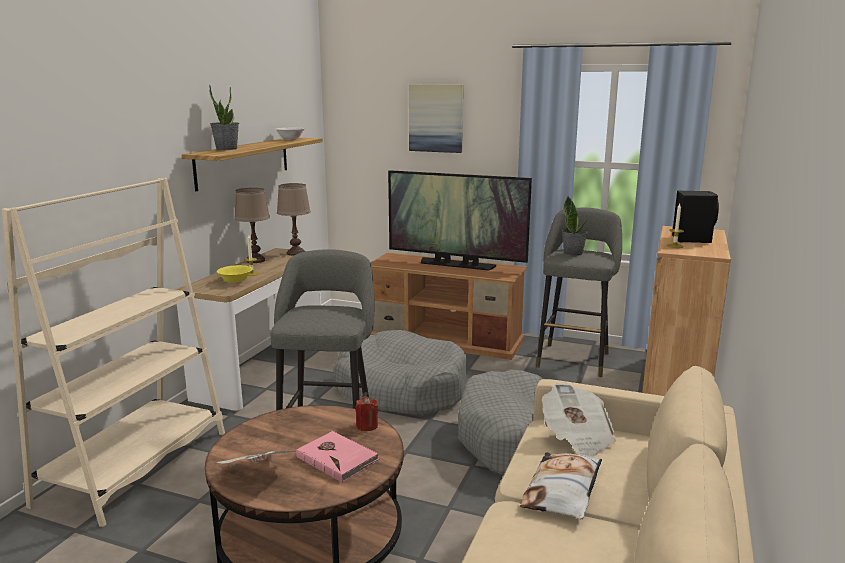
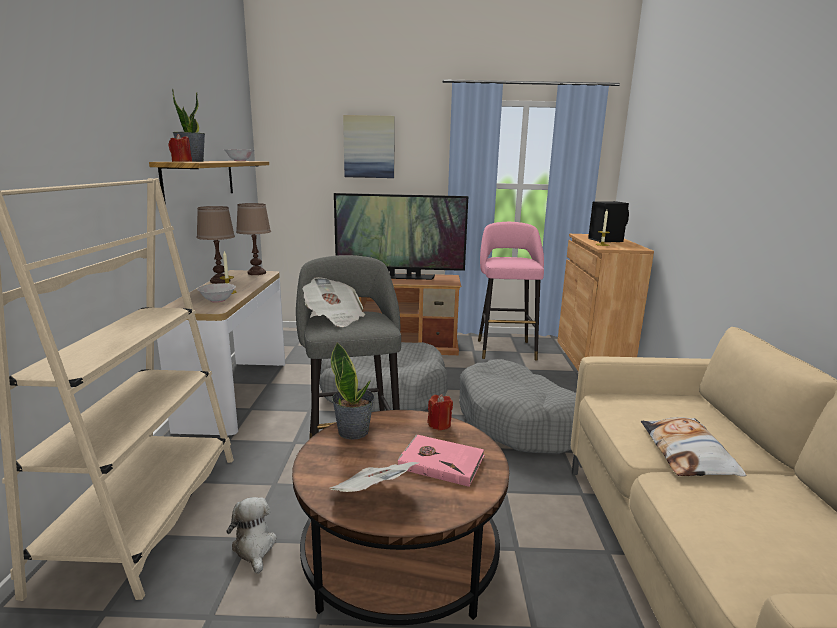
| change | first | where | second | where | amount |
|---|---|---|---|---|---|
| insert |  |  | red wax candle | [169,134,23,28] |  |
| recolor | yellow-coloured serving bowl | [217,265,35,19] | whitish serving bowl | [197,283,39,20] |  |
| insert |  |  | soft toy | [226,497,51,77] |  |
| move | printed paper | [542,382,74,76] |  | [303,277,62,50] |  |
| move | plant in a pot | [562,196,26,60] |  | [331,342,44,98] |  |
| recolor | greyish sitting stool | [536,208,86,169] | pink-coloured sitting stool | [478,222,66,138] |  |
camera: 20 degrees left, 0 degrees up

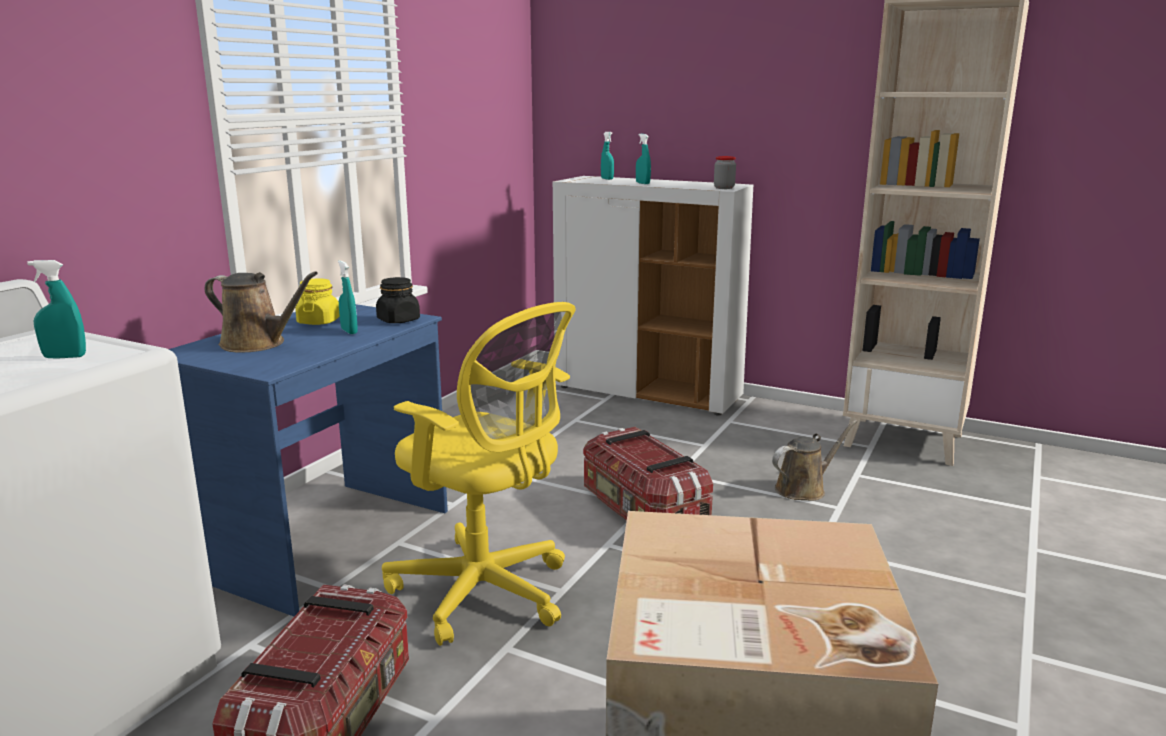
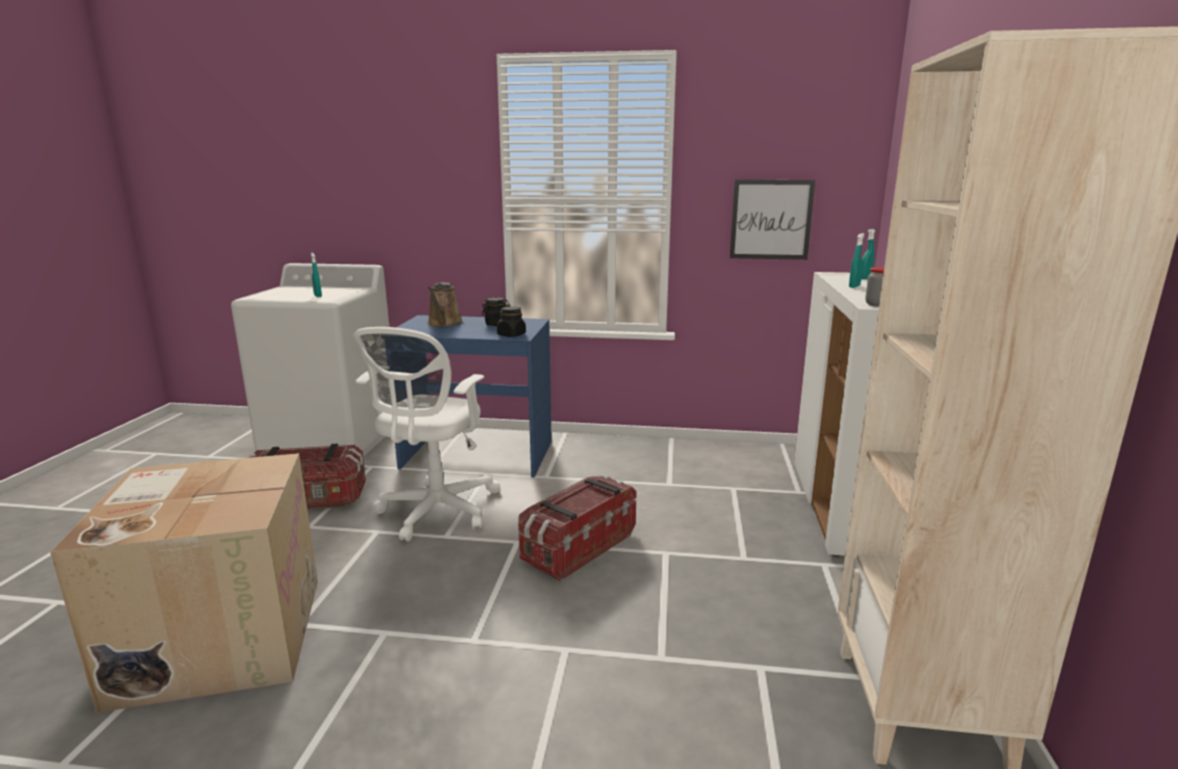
| change | first | where | second | where | amount |
|---|---|---|---|---|---|
| recolor | yellow-coloured computer chair | [382,302,194,344] | whitish computer chair | [353,327,148,214] |  |
| recolor | yellow-coloured preserve jar | [295,278,45,47] | blackish preserve jar | [482,297,28,29] |  |
| insert |  |  | wall art | [730,180,85,80] |  |
| delete | turquoise hand sprayer | [338,261,20,73] |  |  |  |
| delete | brown watering pot | [772,420,86,81] |  |  |  |
camera: 70 degrees right, 0 degrees up

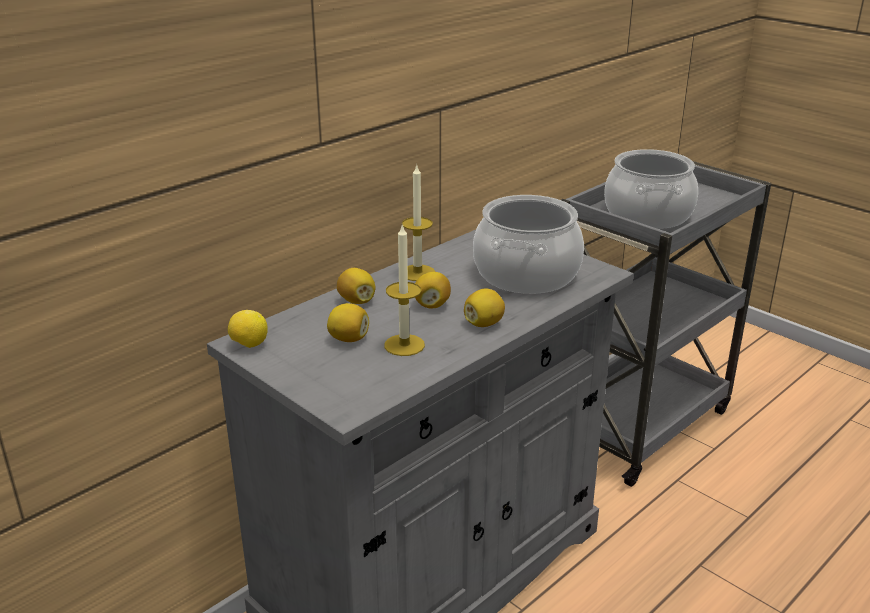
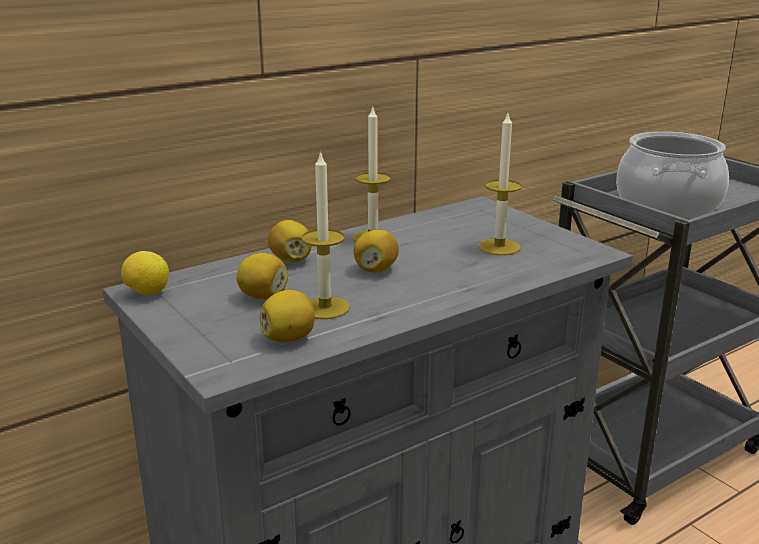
| change | first | where | second | where | amount |
|---|---|---|---|---|---|
| move | lemon | [464,288,41,39] |  | [260,290,55,52] |  |
| replace | stockpot | [473,195,111,99] | wax candle | [478,113,44,142] |  |
camera: 10 degrees right, 5 degrees down

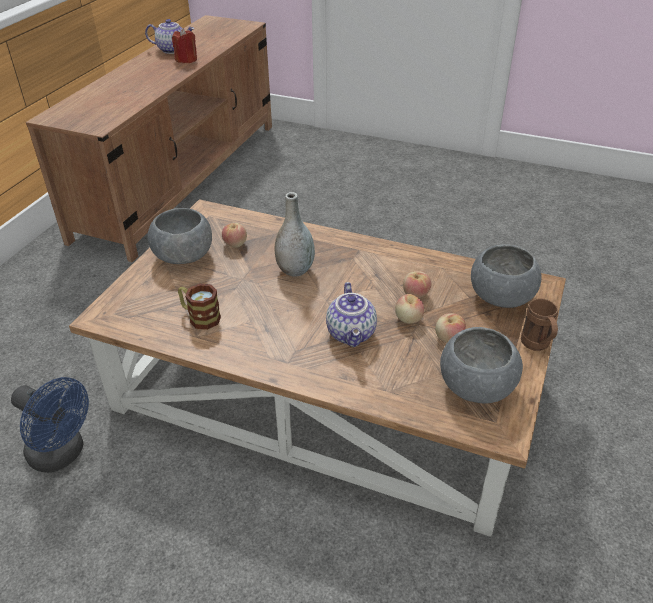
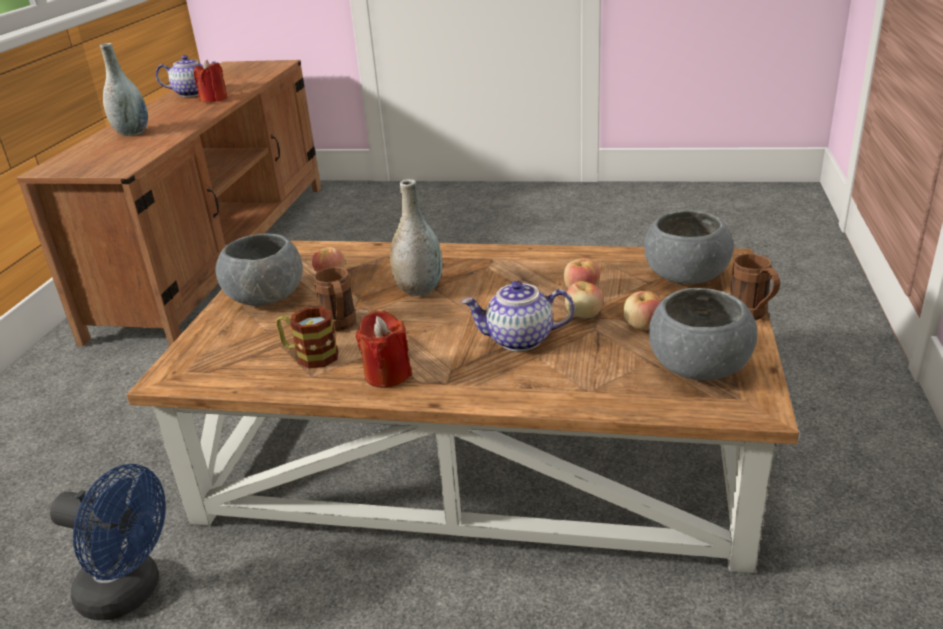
| change | first | where | second | where | amount |
|---|---|---|---|---|---|
| insert |  |  | greyish vase | [100,43,48,93] |  |
| insert |  |  | brown mug | [314,267,42,64] |  |
| insert |  |  | red wax candle | [356,310,56,78] |  |
| rotate | teapot | [326,282,51,65] |  | [461,281,113,70] | 105 degrees clockwise |
camera: 10 degrees left, 10 degrees down

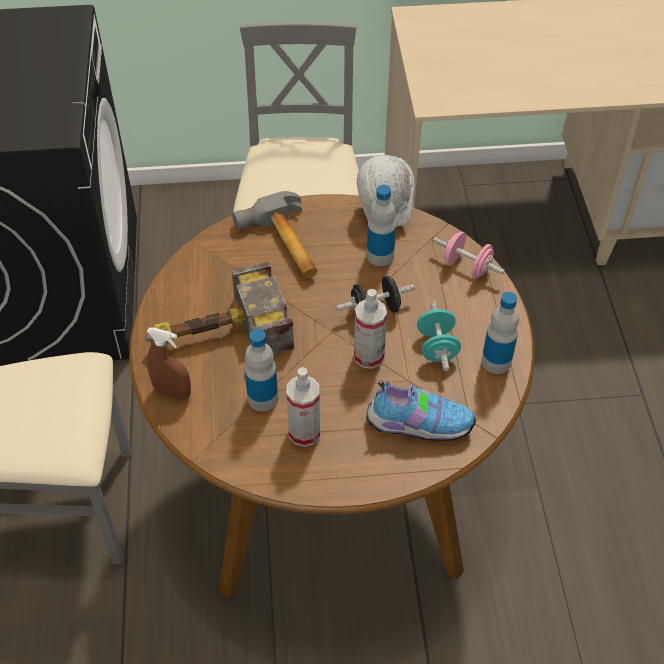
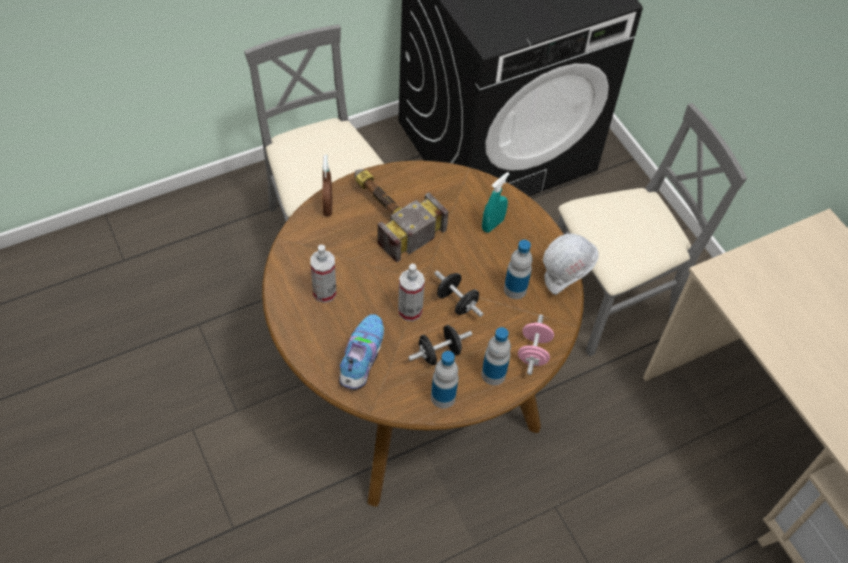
| change | first | where | second | where | amount |
|---|---|---|---|---|---|
| rotate | low shoe | [366,380,110,61] |  | [339,314,45,76] | 150 degrees counterclockwise |
| recolor | turquoise hand weight | [417,302,44,69] | blackish hand weight | [408,325,64,40] |  |
| move | drink bottle | [245,329,33,82] |  | [481,327,30,58] |  |
| replace | hammer | [232,191,86,87] | turquoise hand sprayer | [482,172,28,61] |  |
camera: 65 degrees right, 5 degrees up

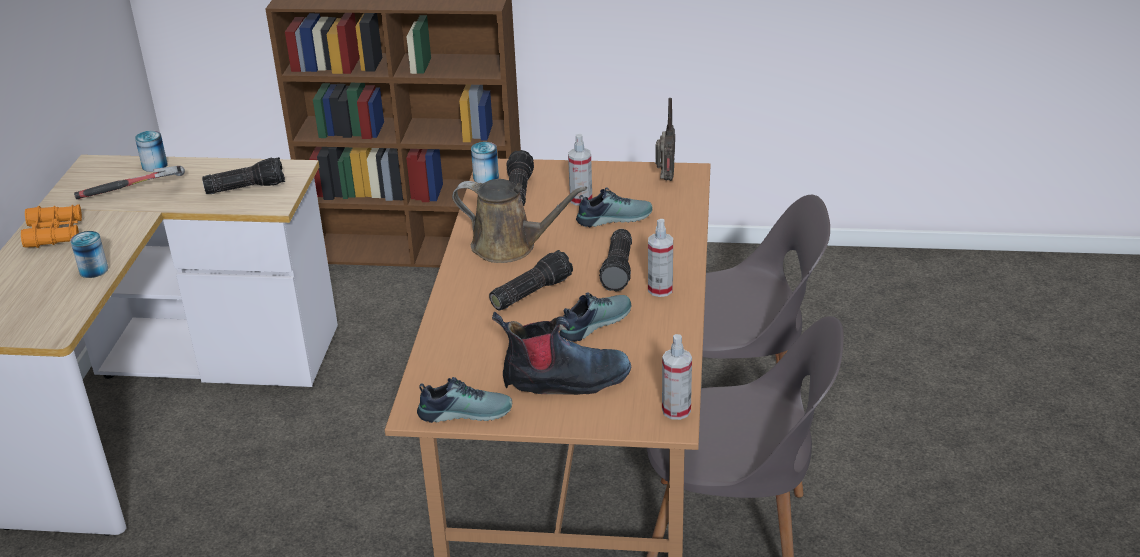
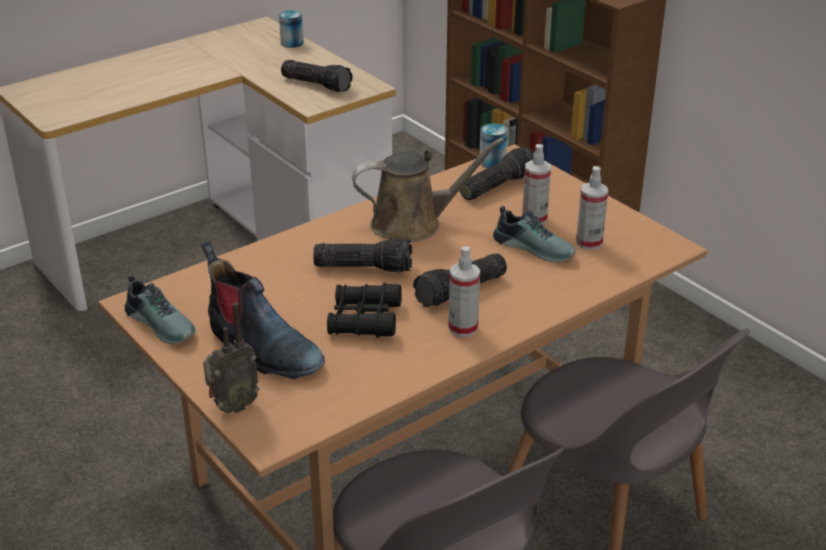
| change | first | where | second | where | amount |
|---|---|---|---|---|---|
| move | radio set | [656,98,19,83] |  | [203,302,56,111] |  |
| replace | low shoe | [559,292,72,50] | blackish binoculars | [327,283,75,55] |  |
| rotate | brown watering pot | [452,179,135,84] |  | [352,138,152,104] | 75 degrees counterclockwise |
| move | hand sprayer | [662,334,30,86] |  | [576,166,32,84] |  |
| delete | orange-coloured binoculars | [21,204,61,44] |  |  |  |
| delete | sealed can | [70,231,38,47] |  |  |  |
| delete | hammer | [74,166,111,33] |  |  |  |
camera: 45 degrees right, 0 degrees up

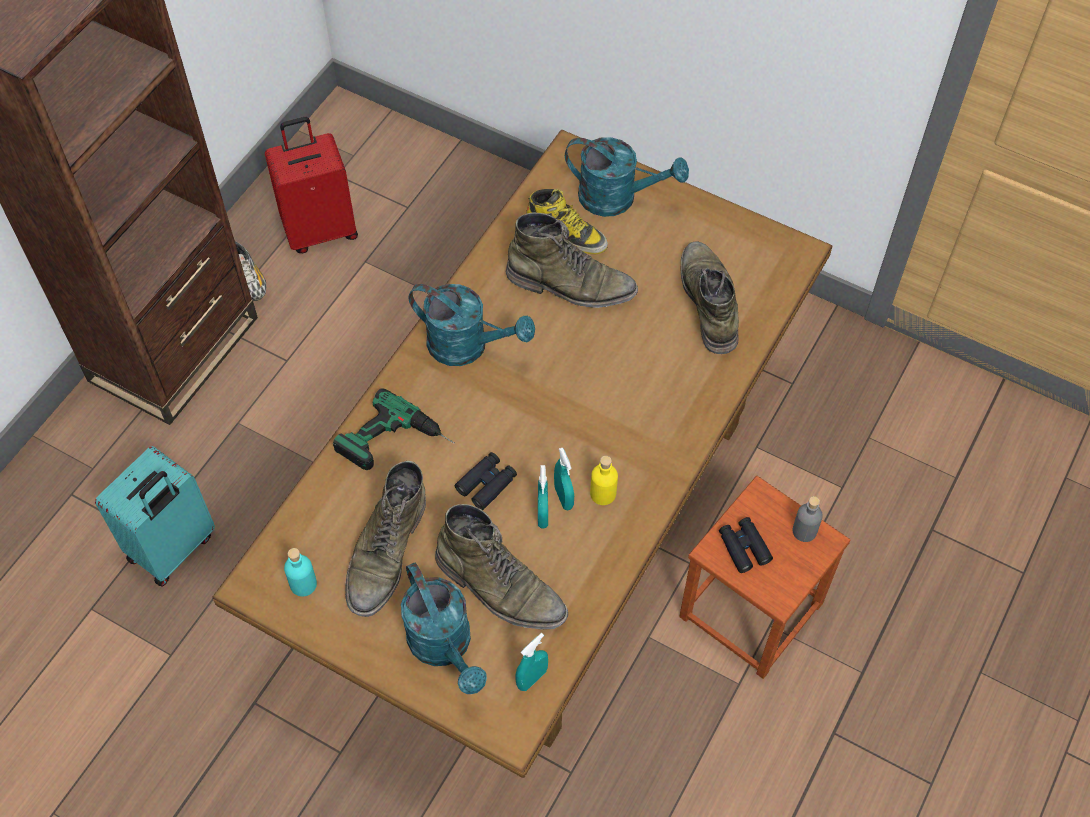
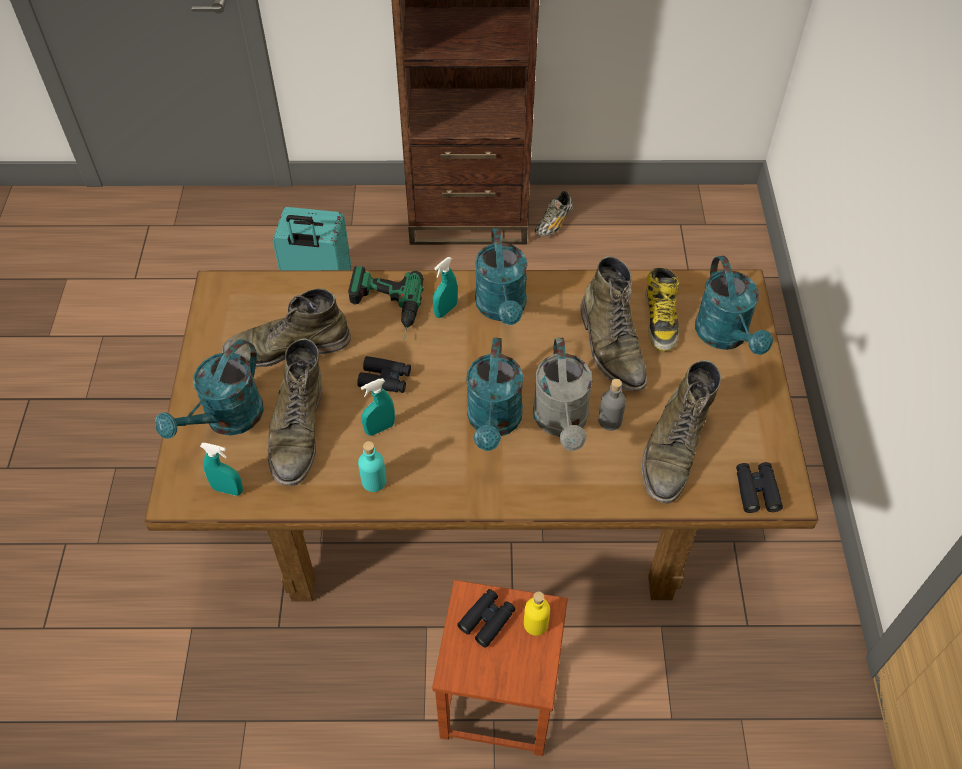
| change | first | where | second | where | amount |
|---|---|---|---|---|---|
| move | turquoise drink bottle | [284,548,33,49] |  | [358,441,28,51] |  |
| move | turquoise hand sprayer | [554,448,20,62] |  | [433,257,25,61] |  |
| insert |  |  | turquoise watering pot | [466,338,57,113] |  |
| move | yellow-coloured drink bottle | [590,456,28,49] |  | [524,591,26,45] |  |
| insert |  |  | greyish watering pot | [533,338,59,113] |  |
| move | greyish drink bottle | [793,496,30,46] |  | [598,379,28,52] |  |
| rotate | green-coloured high-top boot | [681,242,58,112] |  | [642,360,79,143] | 150 degrees clockwise |
| insert |  |  | blackish binoculars | [736,462,47,51] |  |
| delete | red travel case | [265,117,93,136] |  |  |  |
camera: 60 degrees right, 5 degrees down

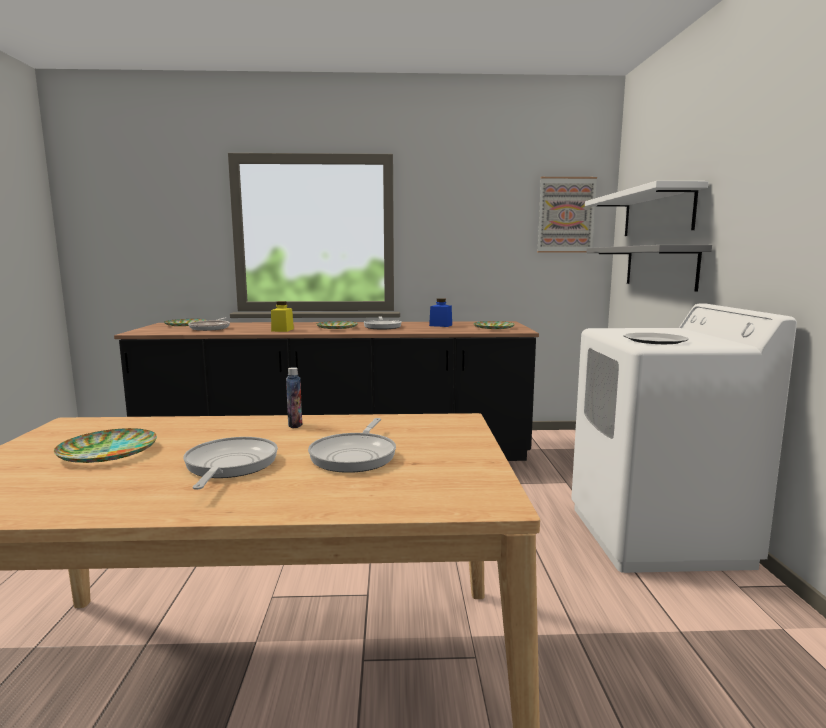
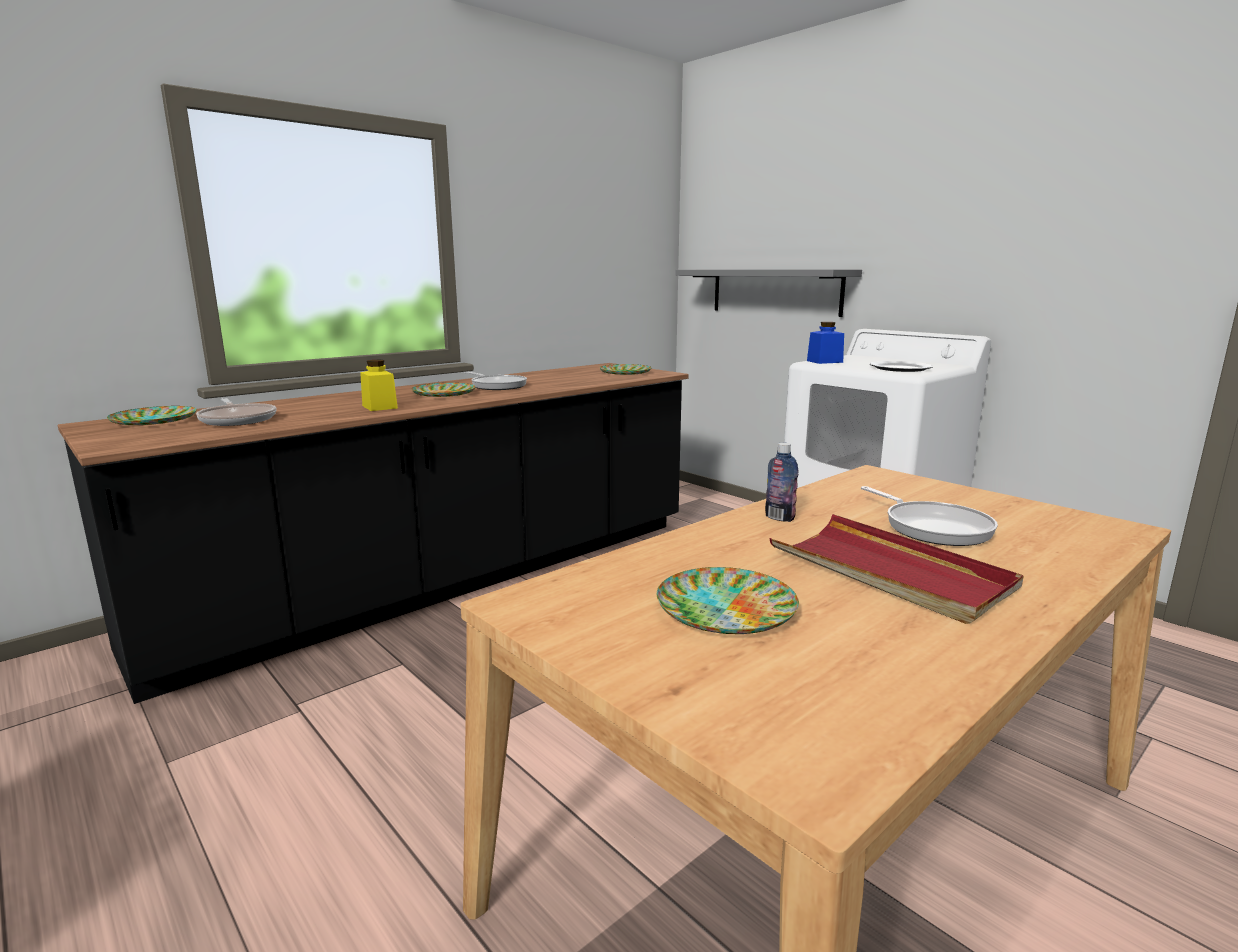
| change | first | where | second | where | amount |
|---|---|---|---|---|---|
| replace | frying pan | [183,437,95,53] | red carrying tray | [769,514,255,110] |  |
| move | blue preserve jar | [429,298,23,29] |  | [807,322,37,42] |  |
| delete | wall art | [537,177,60,76] |  |  |  |
| delete | whitish wall shelf | [585,181,124,55] |  |  |  |
camera: 40 degrees left, 5 degrees up

